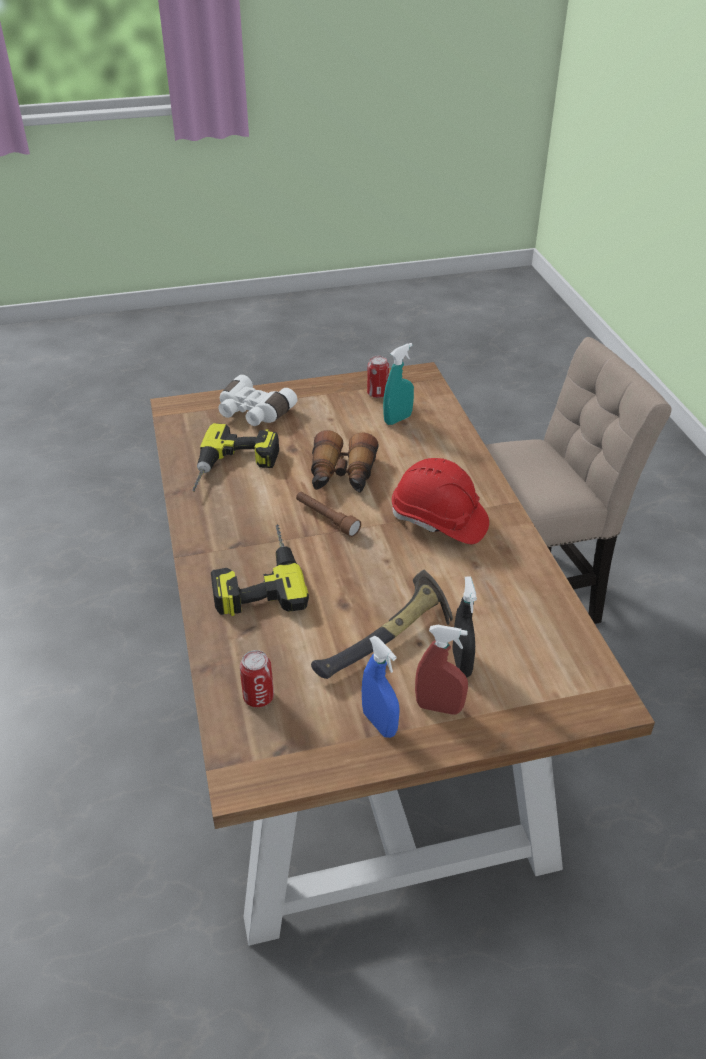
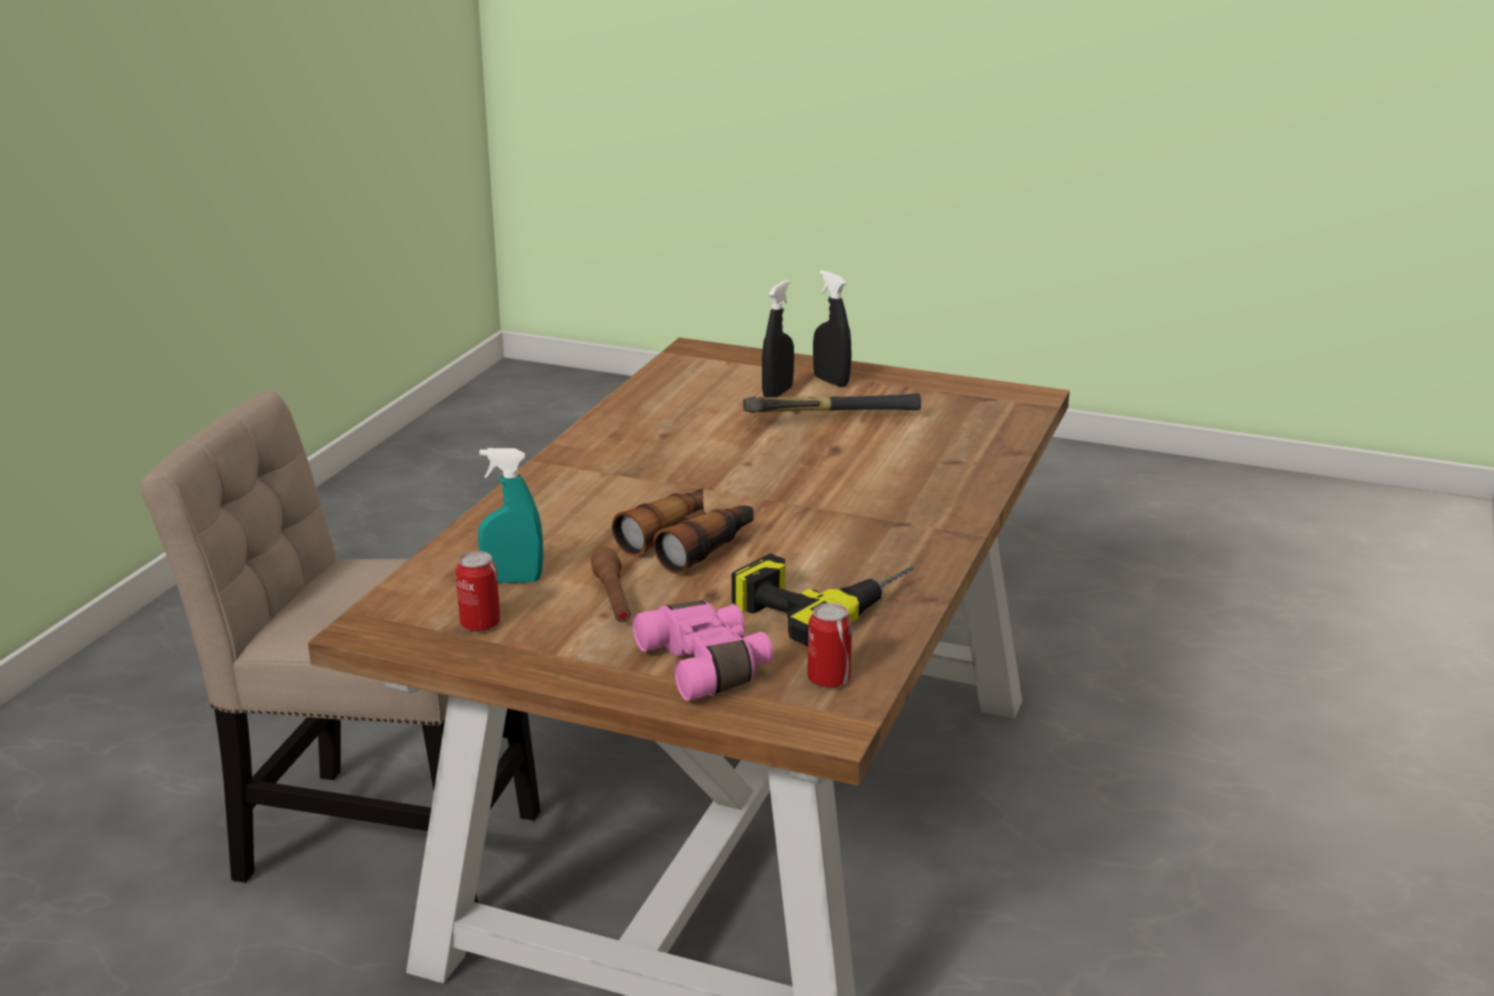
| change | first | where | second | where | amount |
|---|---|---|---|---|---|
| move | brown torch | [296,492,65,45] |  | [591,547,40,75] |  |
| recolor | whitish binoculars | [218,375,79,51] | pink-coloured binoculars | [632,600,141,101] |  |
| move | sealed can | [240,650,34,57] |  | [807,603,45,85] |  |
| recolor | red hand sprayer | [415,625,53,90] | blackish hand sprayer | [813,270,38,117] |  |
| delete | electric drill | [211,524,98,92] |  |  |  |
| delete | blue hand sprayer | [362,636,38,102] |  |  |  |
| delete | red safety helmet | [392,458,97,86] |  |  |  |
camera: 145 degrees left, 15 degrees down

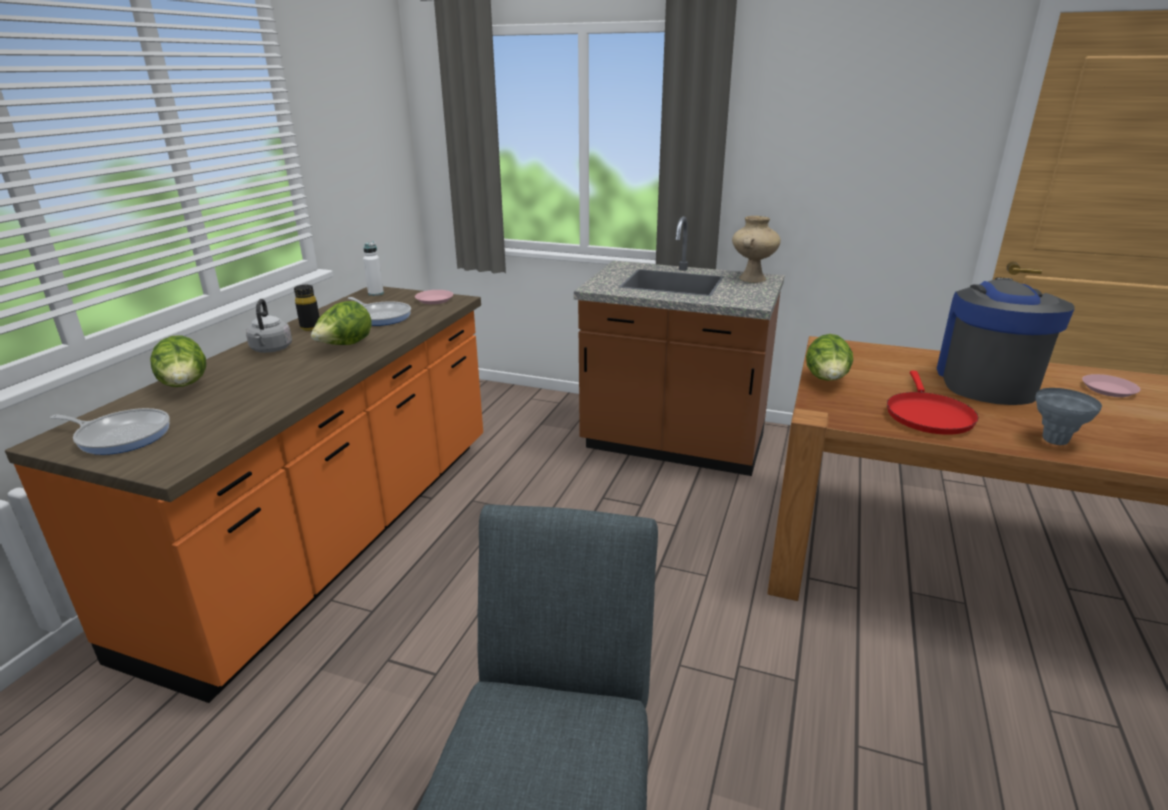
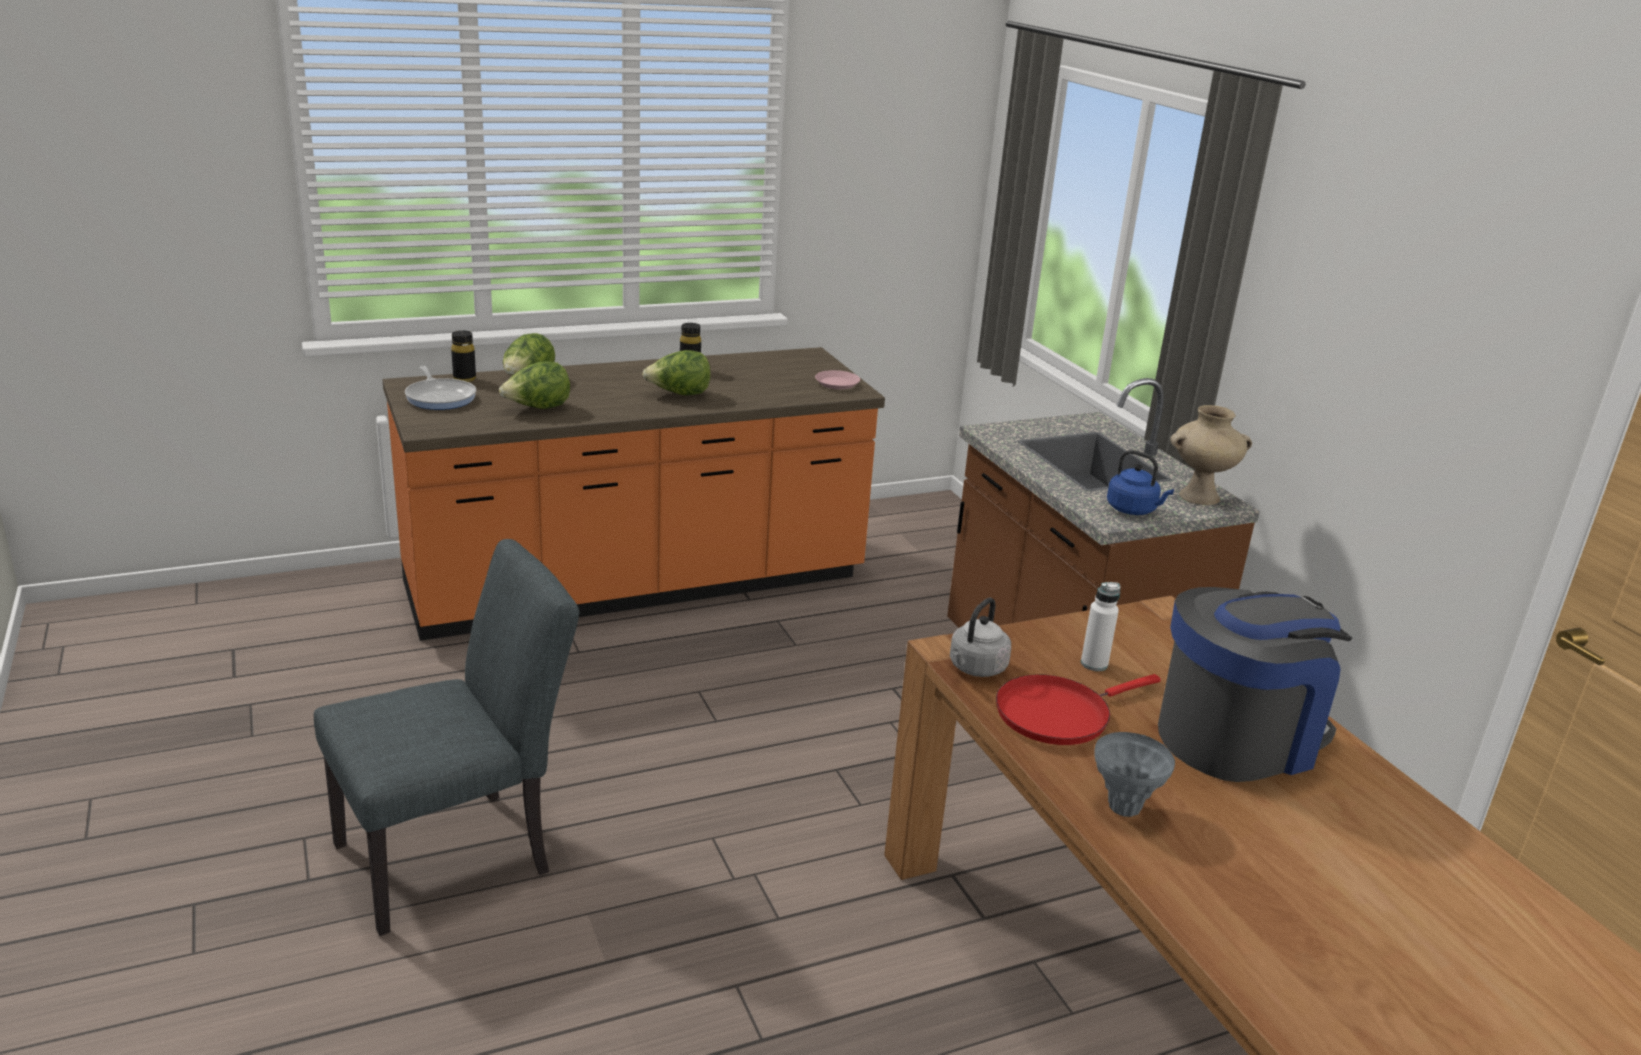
| change | first | where | second | where | amount |
|---|---|---|---|---|---|
| insert |  |  | blackish drink bottle | [451,330,25,52] |  |
| move | lettuce | [806,334,47,47] |  | [499,361,71,48] |  |
| move | greyish water kettle | [246,299,46,54] |  | [950,598,61,79] |  |
| move | whitish drink bottle | [363,242,21,54] |  | [1081,582,40,89] |  |
| insert |  |  | blue water kettle | [1107,450,67,65] |  |
| delete | frying pan | [348,297,63,29] |  |  |  |
| delete | pink-coloured flat dish | [1082,374,58,23] |  |  |  |
camera: 45 degrees right, 0 degrees up

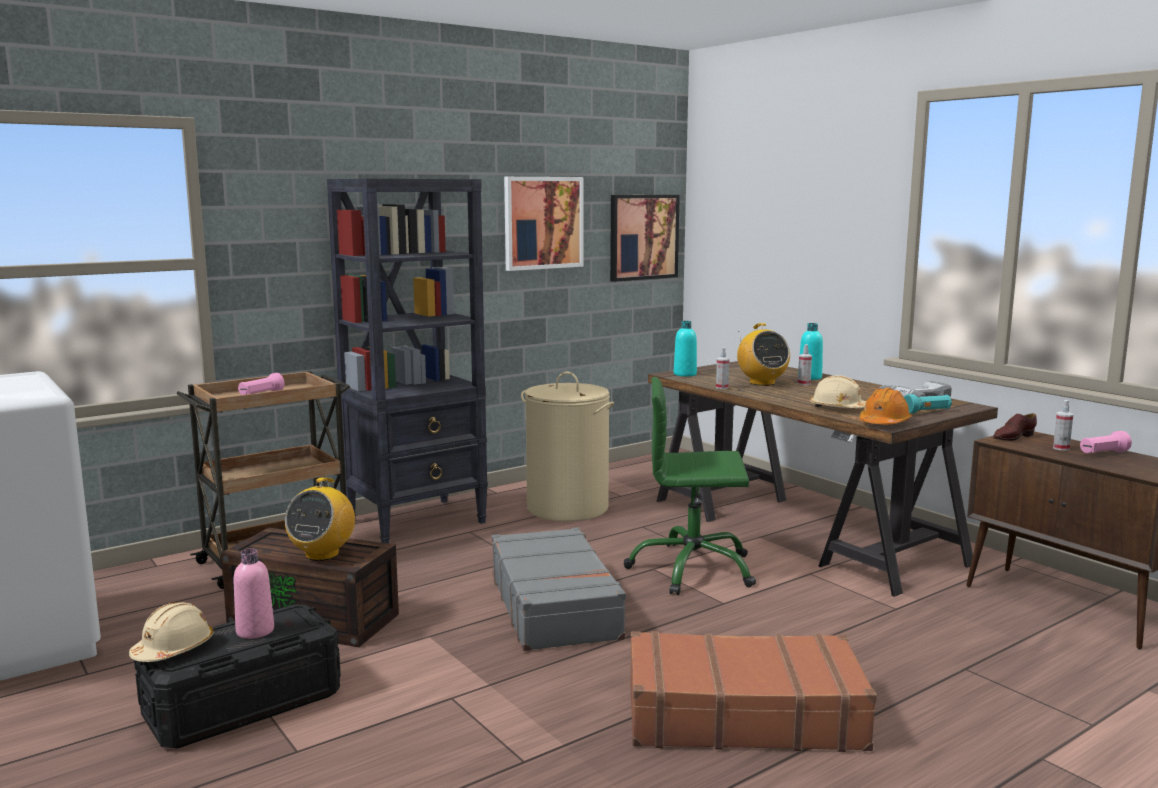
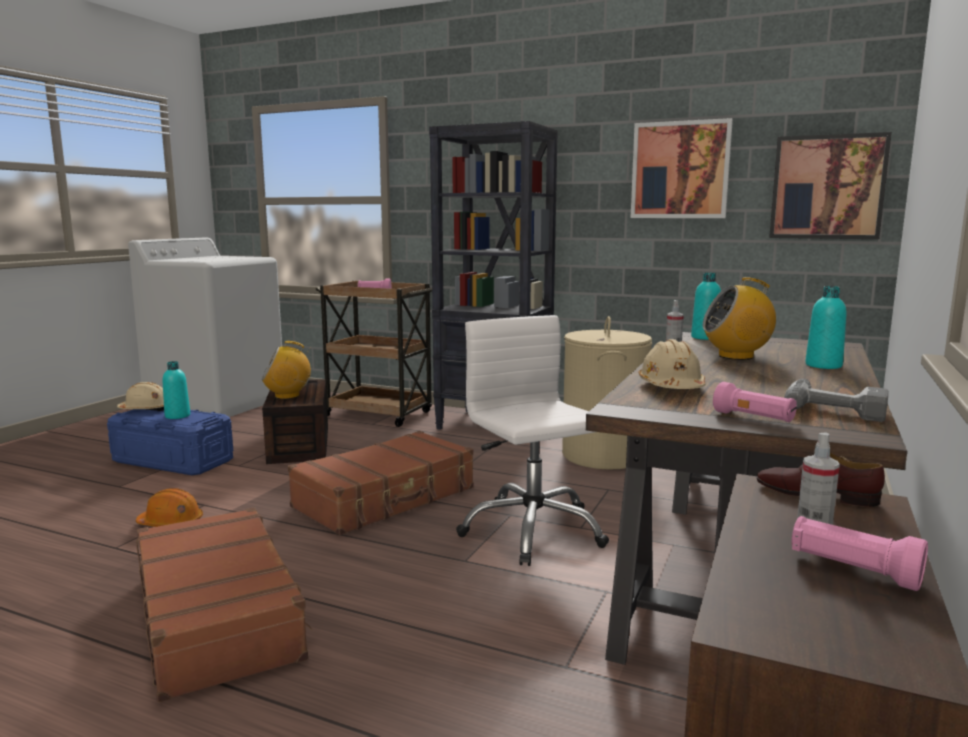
| change | first | where | second | where | amount |
|---|---|---|---|---|---|
| recolor | blackish storage box | [134,604,207,144] | blue storage box | [107,409,126,66] |  |
| move | orange-coloured safety helmet | [859,388,52,37] |  | [136,488,67,39] |  |
| recolor | pink-coloured drink bottle | [233,548,41,91] | turquoise drink bottle | [163,361,27,58] |  |
| recolor | greyish travel case | [492,527,136,124] | brown travel case | [288,431,186,104] |  |
| recolor | green-coloured computer chair | [624,377,132,218] | whitish computer chair | [456,315,153,251] |  |
| rotate | radio set | [737,323,53,63] |  | [703,277,73,83] | 45 degrees clockwise |
| recolor | turquoise torch | [904,394,48,20] | pink-coloured torch | [713,382,84,40] |  |
| delete | hand sprayer | [798,344,14,41] |  |  |  |
camera: 60 degrees right, 0 degrees up

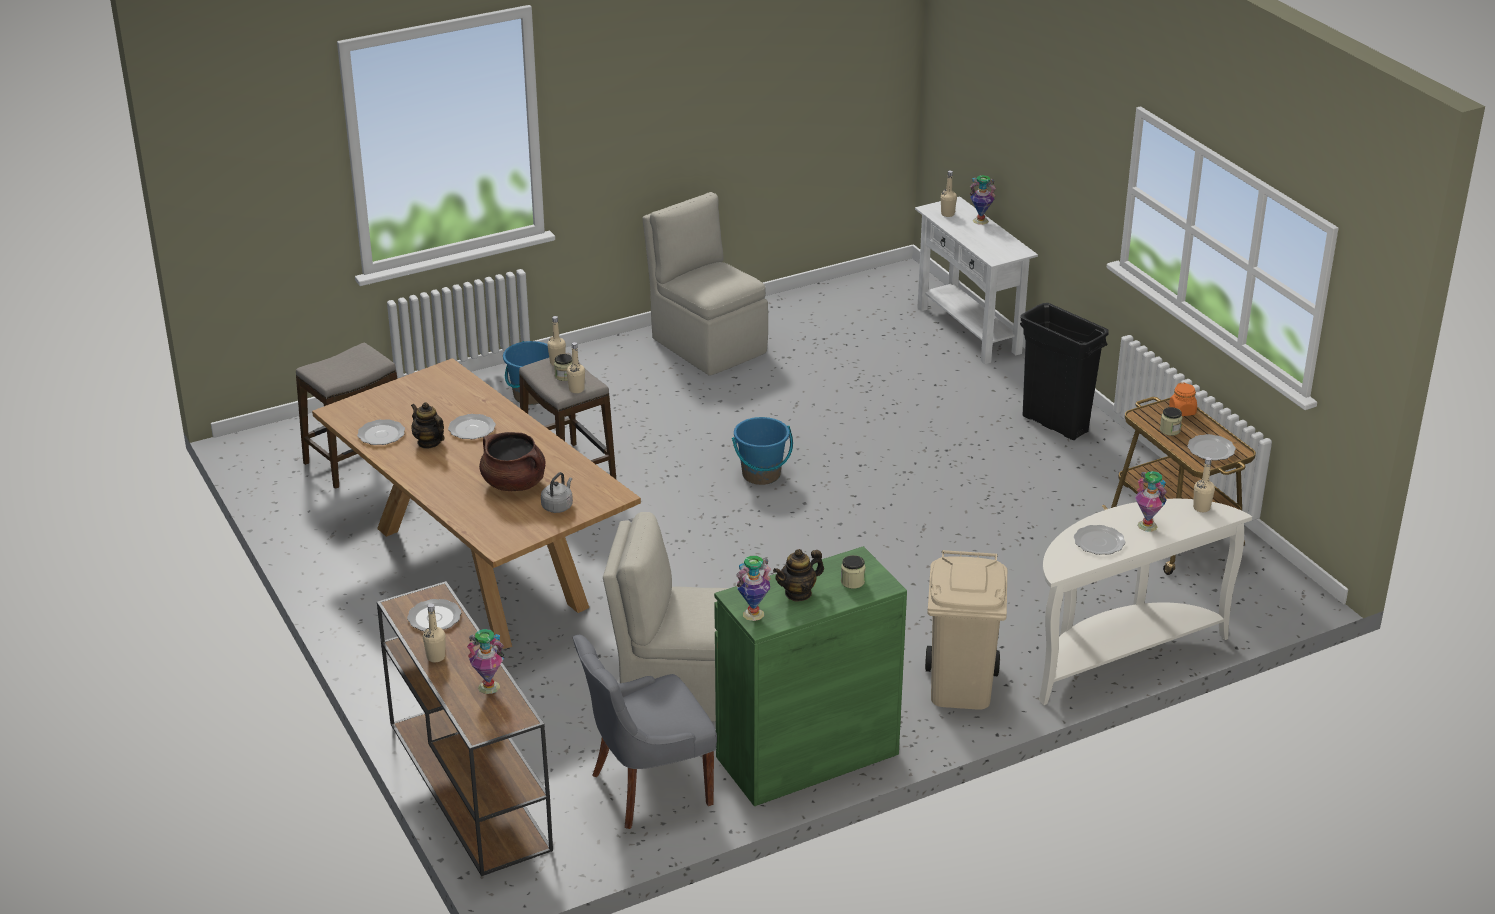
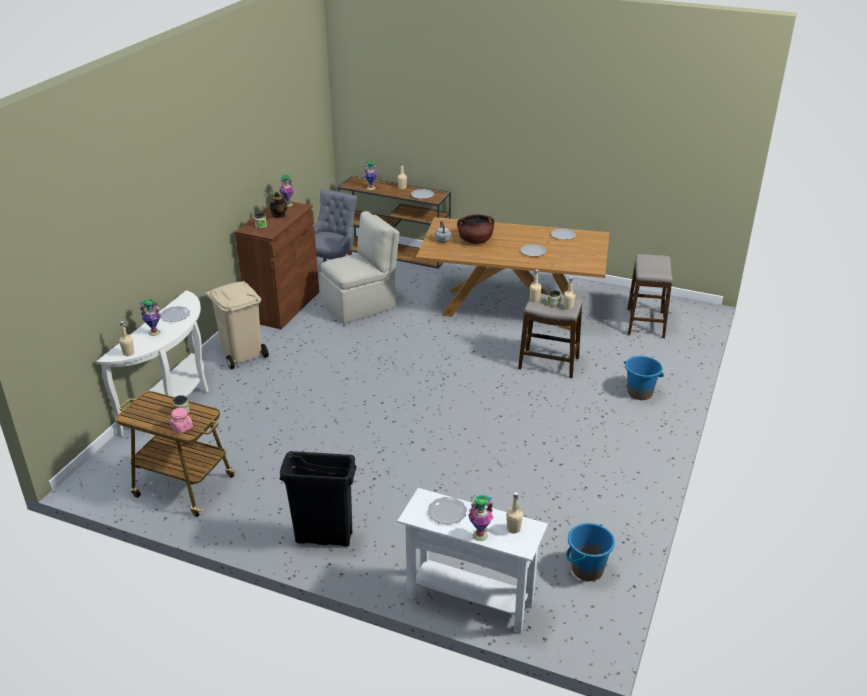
| change | first | where | second | where | amount |
|---|---|---|---|---|---|
| recolor | orange-coloured preserve jar | [1169,383,28,33] | pink-coloured preserve jar | [170,408,23,26] |  |
| recolor | green-coloured cupboard | [714,546,193,260] | brown cupboard | [235,202,84,127] |  |
| move | flat dish | [1187,434,49,27] |  | [428,497,39,27] |  |
| move | blue bucket | [732,417,61,68] |  | [566,523,49,58] |  |
| delete | teapot | [411,402,34,47] |  |  |  |
| delete | beige-coloured plain chair | [642,192,126,184] |  |  |  |
camera: 140 degrees right, 0 degrees up

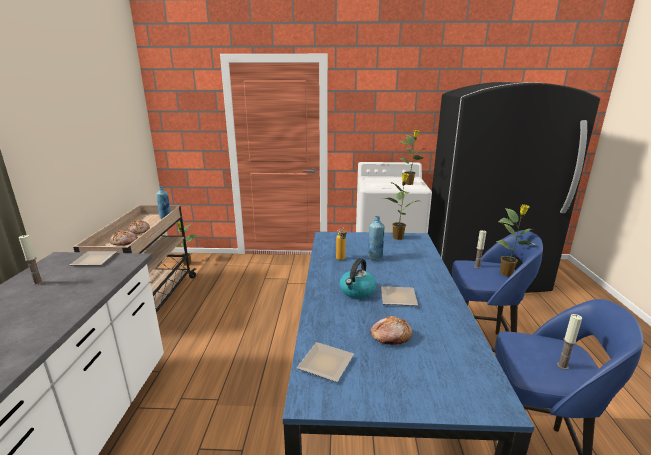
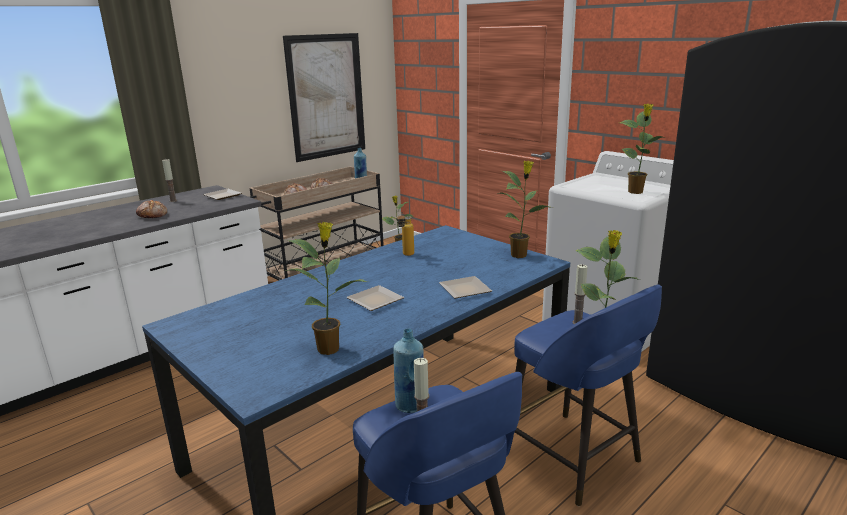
| change | first | where | second | where | amount |
|---|---|---|---|---|---|
| move | baked bread | [370,316,42,29] |  | [136,200,31,18] |  |
| insert |  |  | wall art | [283,33,82,129] |  |
| insert |  |  | plant in a pot | [284,222,84,133] |  |
| move | blue drink bottle | [368,216,17,45] |  | [394,328,29,85] |  |
| move | flat dish | [297,342,57,40] |  | [439,276,53,23] |  |
| delete | water kettle | [339,258,37,41] |  |  |  |
camera: 45 degrees right, 0 degrees up

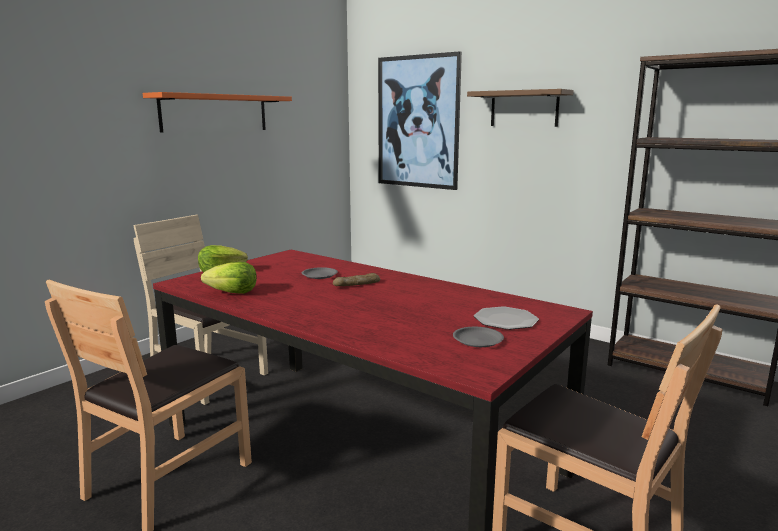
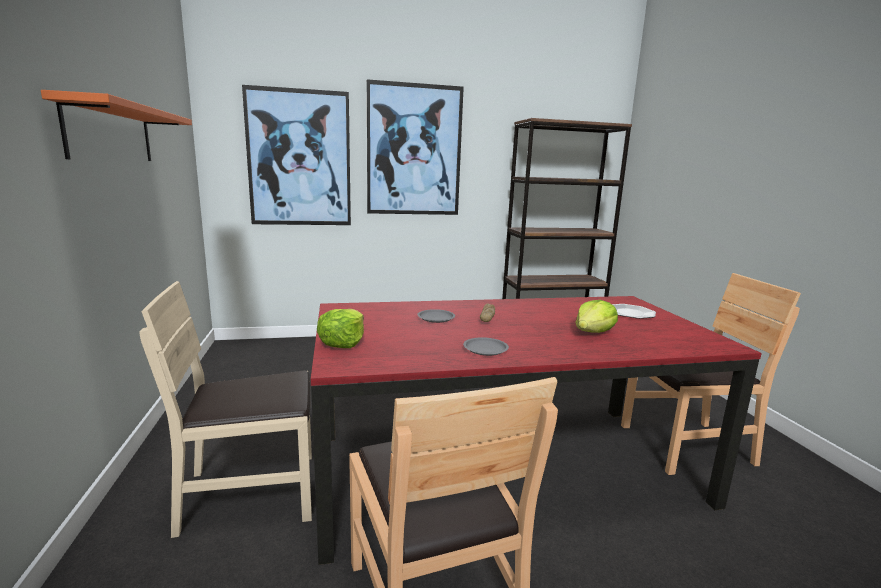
| change | first | where | second | where | amount |
|---|---|---|---|---|---|
| replace | brown wall shelf | [467,89,107,38] | wall art | [367,79,97,136] |  |
| move | greyish flat dish | [453,327,51,20] |  | [463,337,46,19] |  |
| move | lettuce | [201,262,56,32] |  | [575,300,43,33] |  |
camera: 50 degrees left, 0 degrees up

